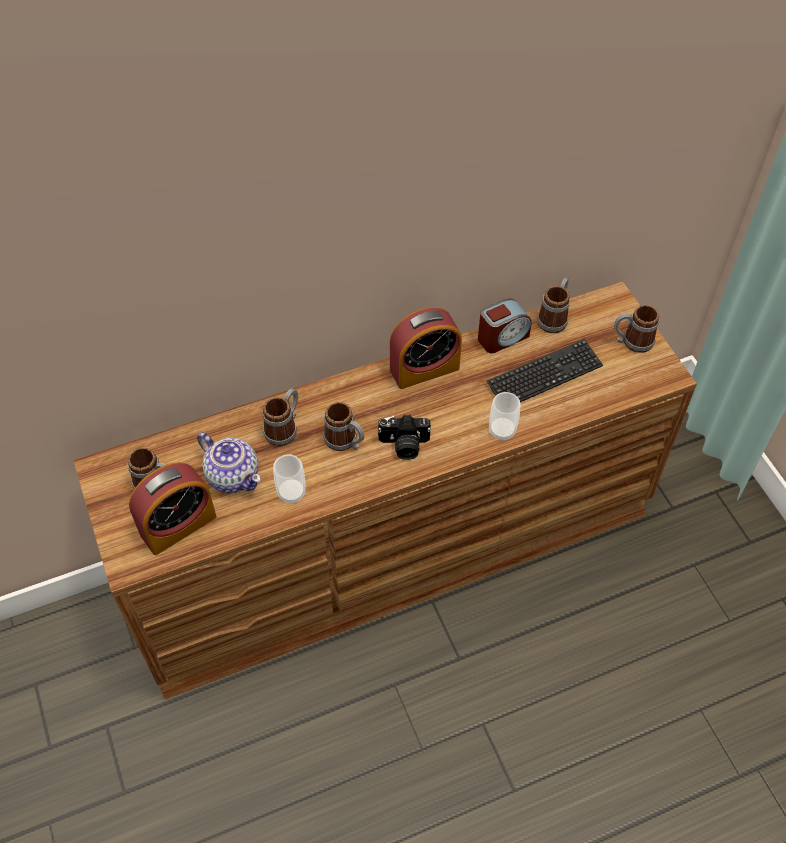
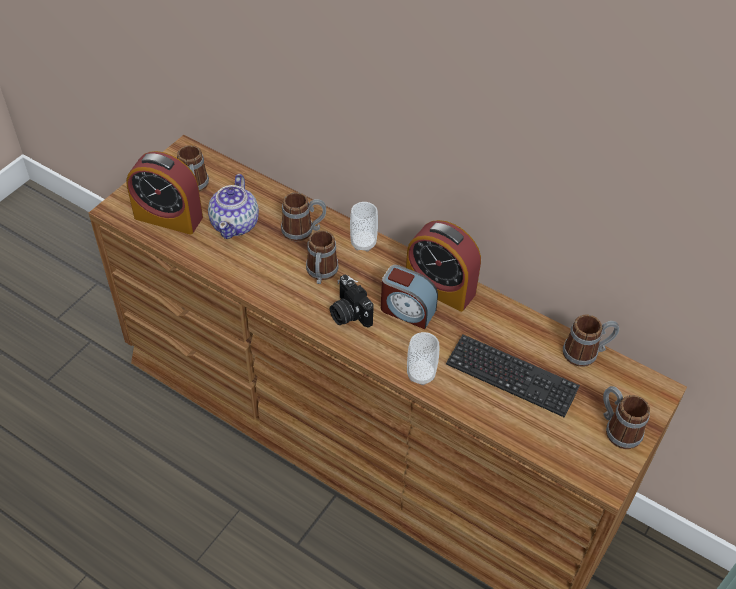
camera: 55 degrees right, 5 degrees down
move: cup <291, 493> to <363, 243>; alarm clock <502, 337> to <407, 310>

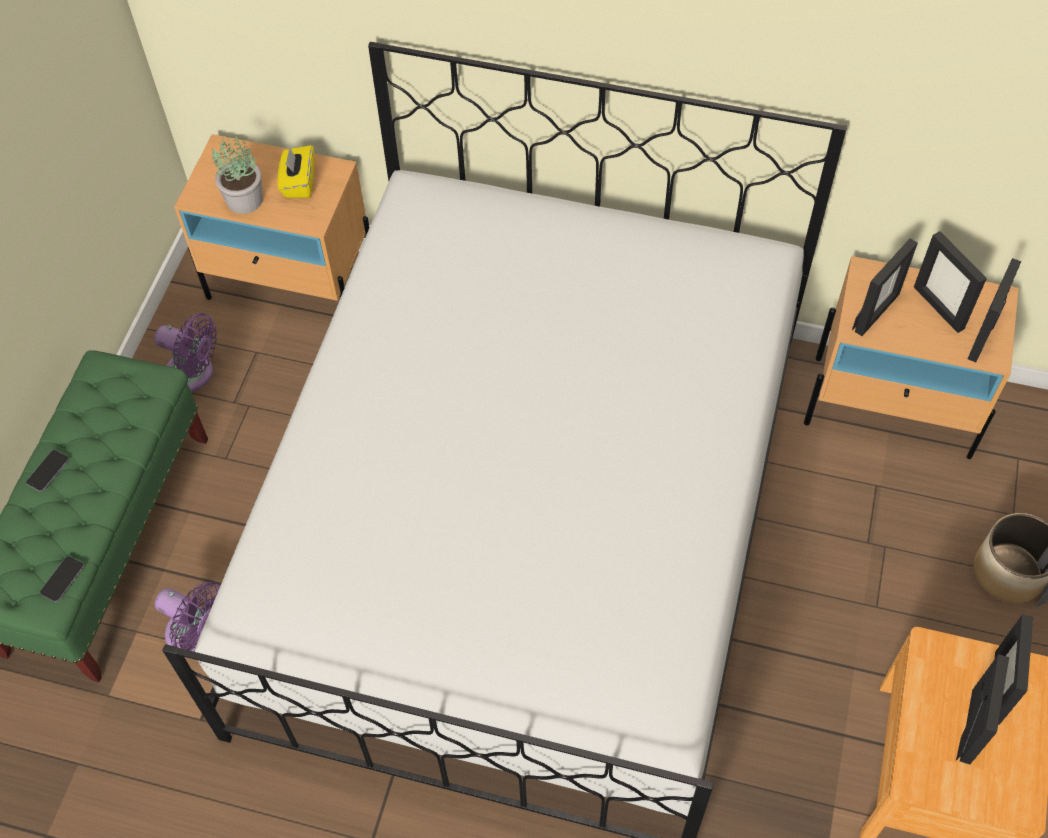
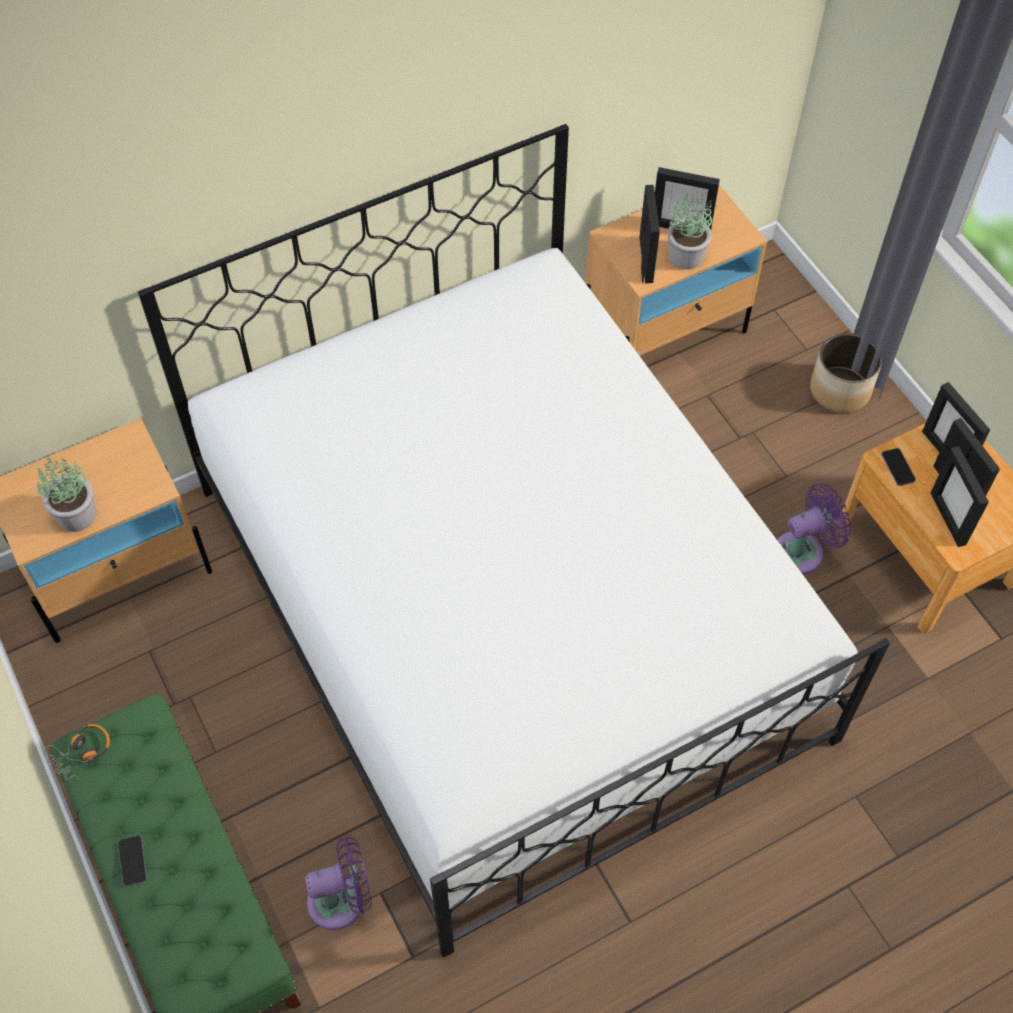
camera: 45 degrees left, 0 degrees up
delete: yellow tissue box <299, 183>
insert: headphones <81, 753>; potted plant <686, 255>
move: purple fan <194, 374> to <803, 551>; phone <62, 579> to <897, 468>; picture frame <984, 336> to <949, 518>

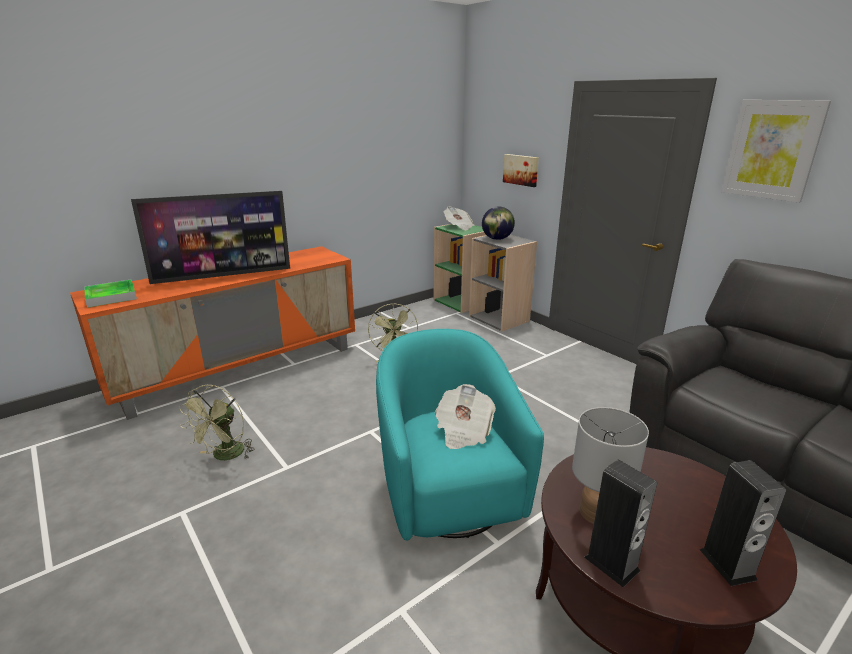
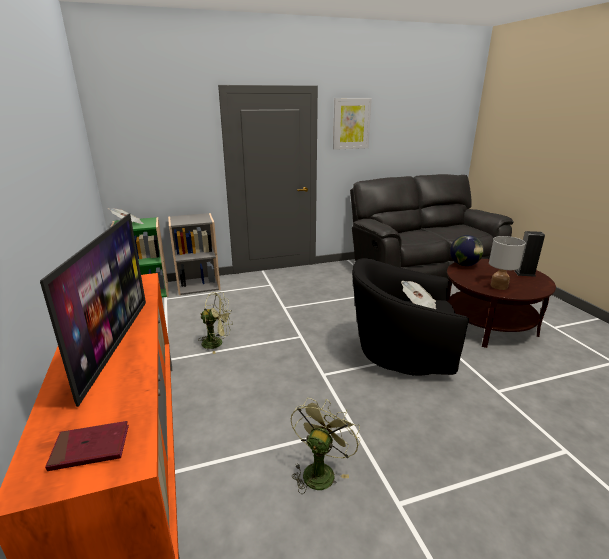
camera: 70 degrees left, 0 degrees up
delete: picture <521, 170>; speaker <611, 564>
move: globe <497, 239> to <464, 265>
replace: tray <111, 296> to red book <90, 448>
recolor: turquoise armchair <448, 489> to black armchair <401, 354>
rotate: green fan <225, 456> = <320, 470> 105 degrees counterclockwise

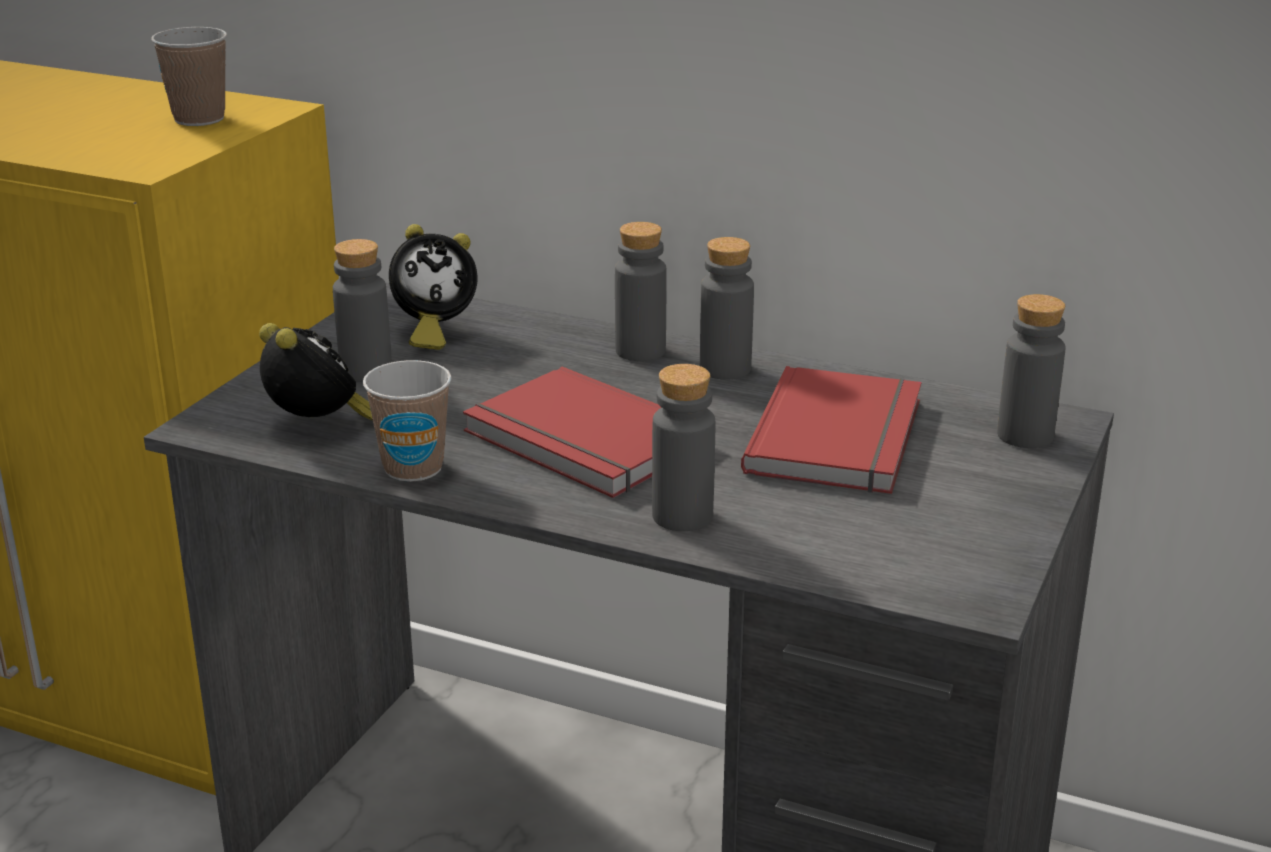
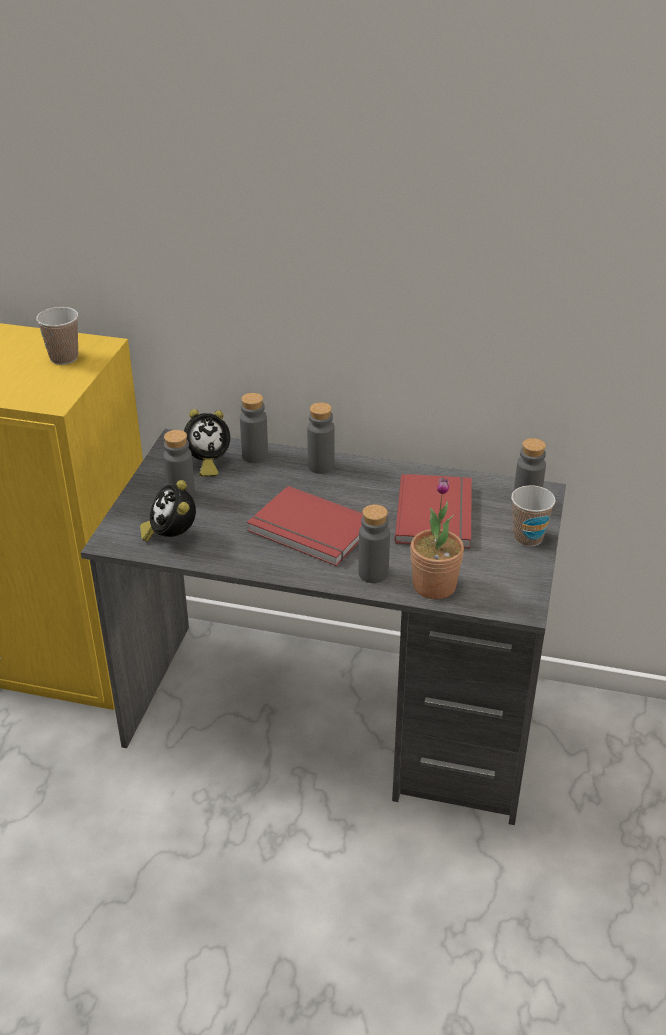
camera: 10 degrees left, 10 degrees up
insert: potted plant <434, 586>
move: grey bottle <725, 369> to <255, 456>; cup <413, 468> to <528, 538>
rotate: alarm clock <319, 428> = <171, 536> 150 degrees counterclockwise

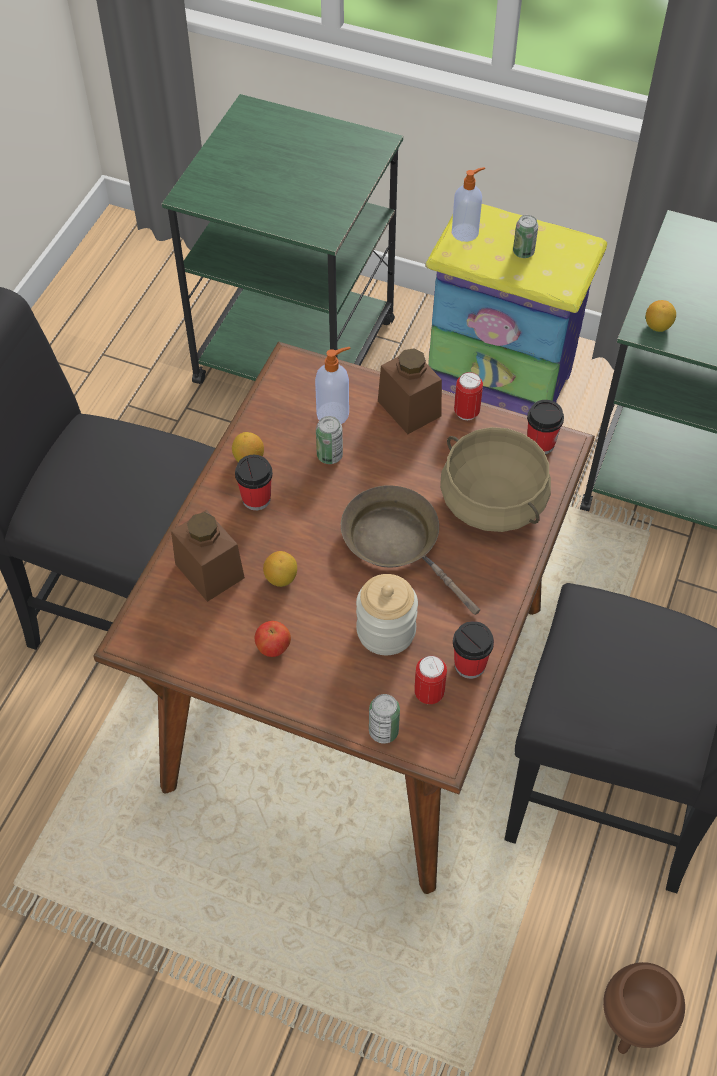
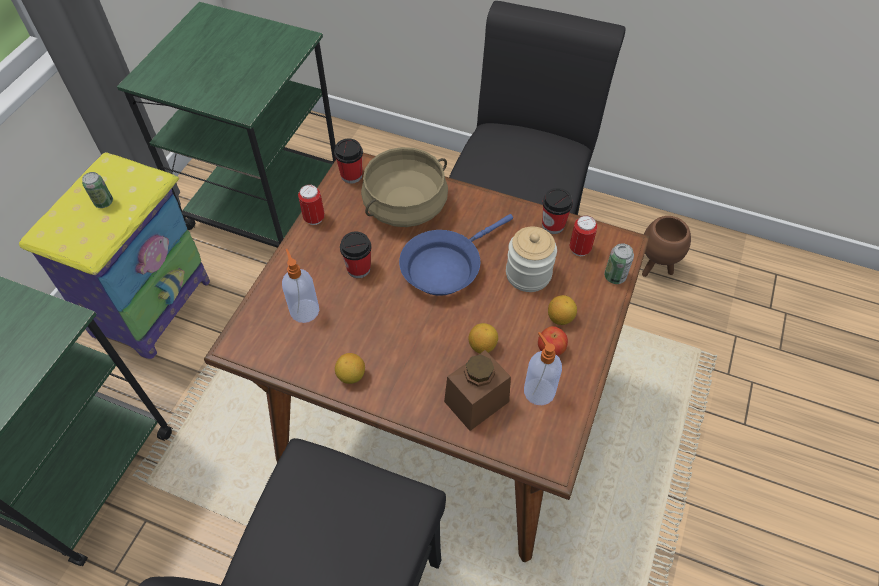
camera: 90 degrees left, 0 degrees up
delete: can <329, 455>; brown jar <409, 408>
move: cup <256, 499> to <358, 268>; soap dispenser <466, 232> to <538, 390>; lemon <658, 326> to <560, 318>
recolor: brown frying pan <397, 543> to blue frying pan <445, 266>

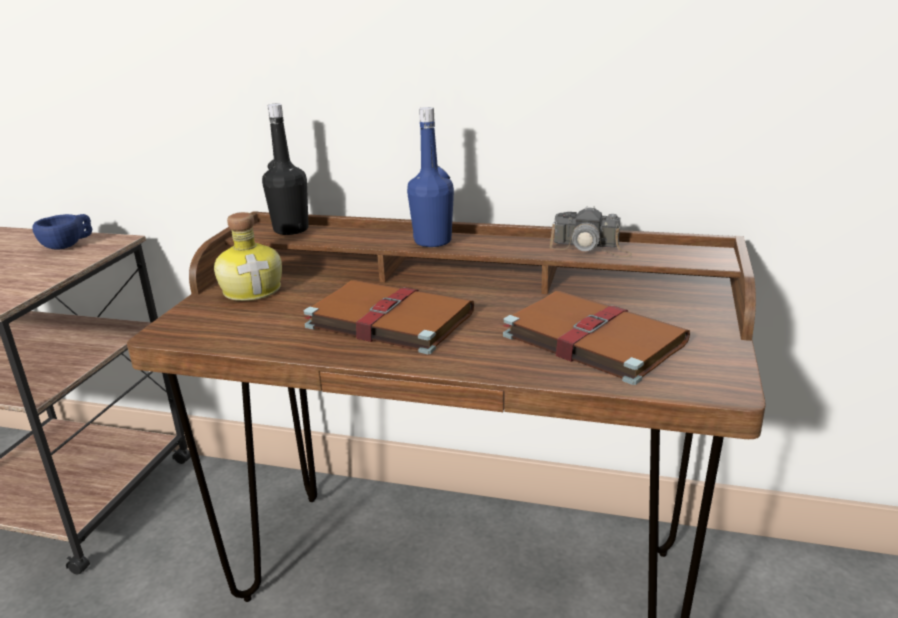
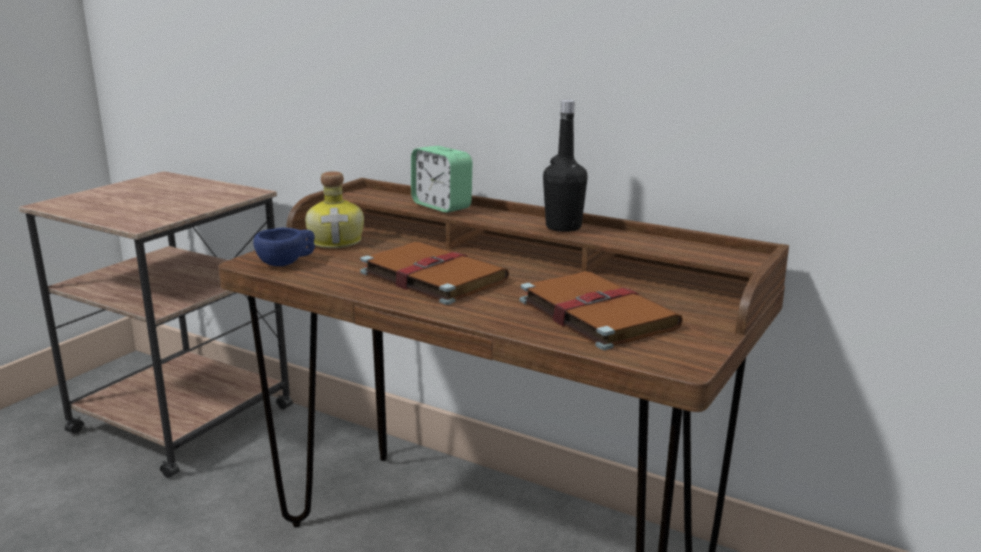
camera: 15 degrees right, 5 degrees down
delete: blue bottle <433, 241>; photo camera <590, 248>
insert: alarm clock <441, 206>
move: blue cup <69, 245> to <287, 263>; black bottle <291, 229> to <563, 227>

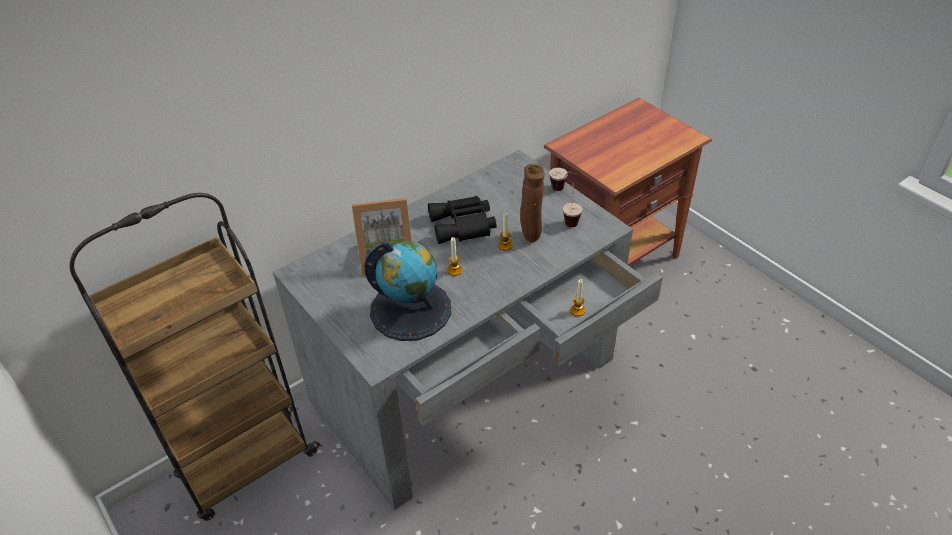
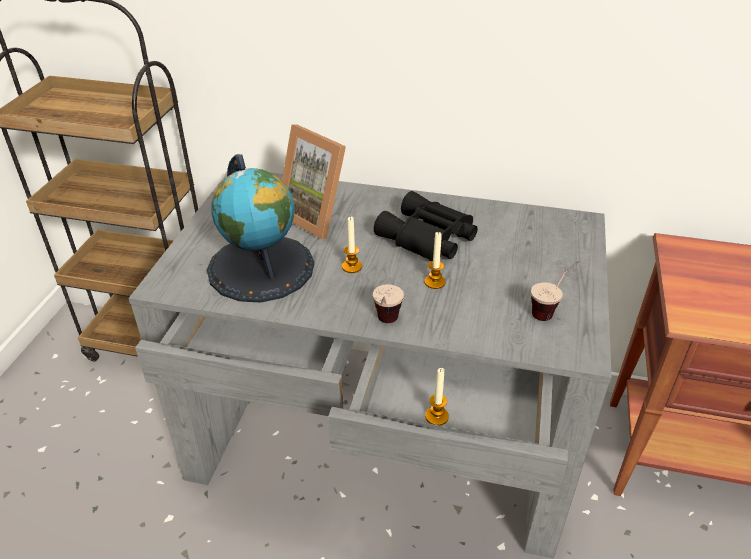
camera: 50 degrees right, 5 degrees down
delete: brown vase <530, 236>
move: cup <562, 191> to <385, 325>

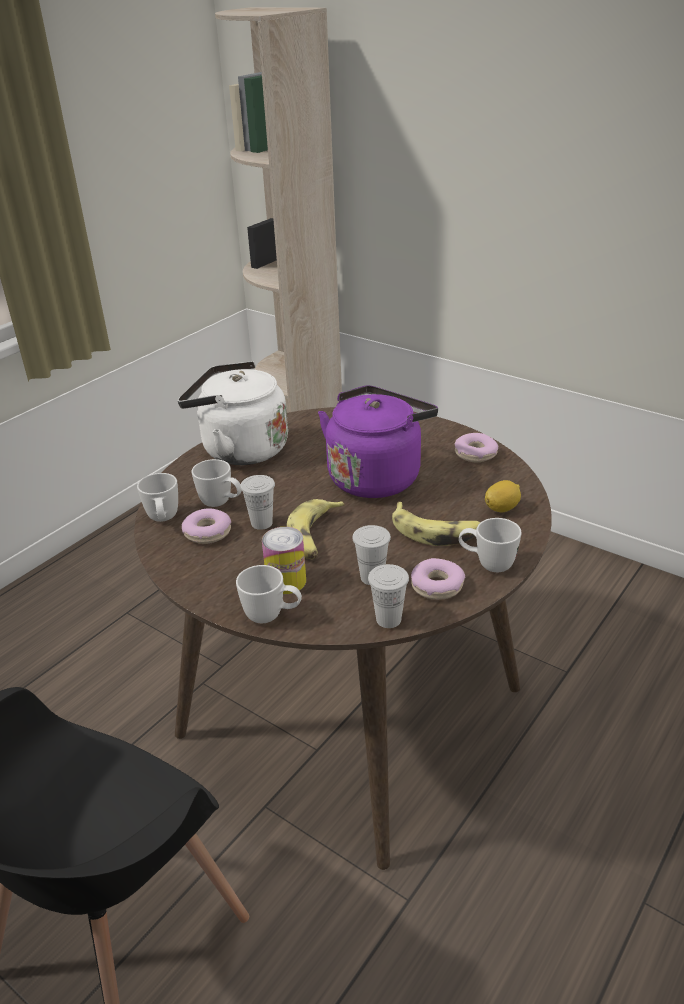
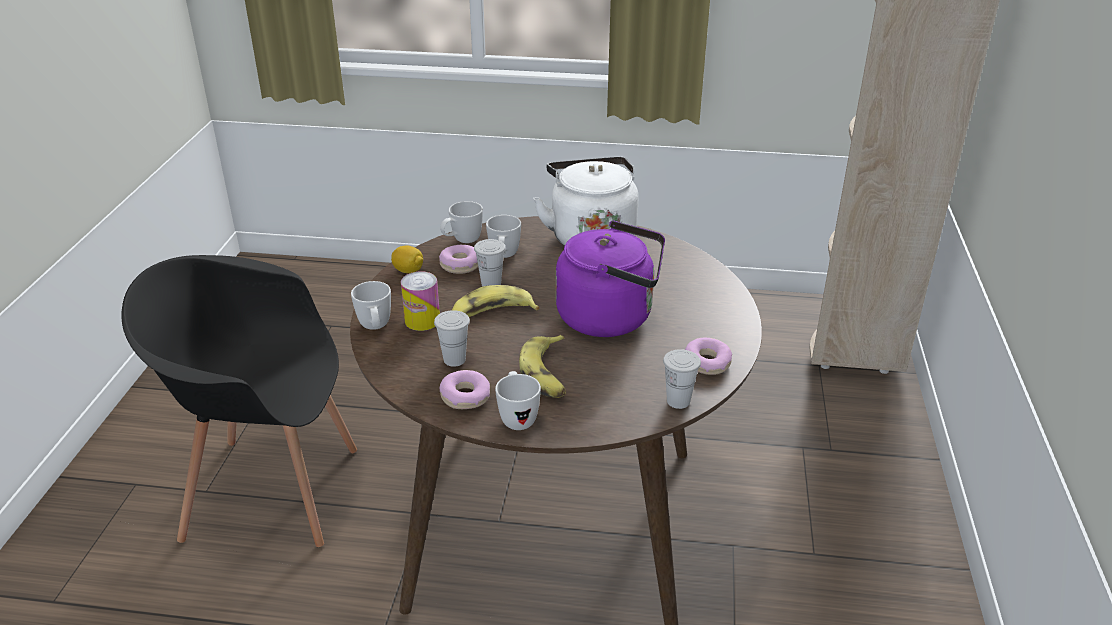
camera: 60 degrees right, 0 degrees up
move: lemon <502, 508> to <408, 270>; white cup <388, 619> to <678, 401>

